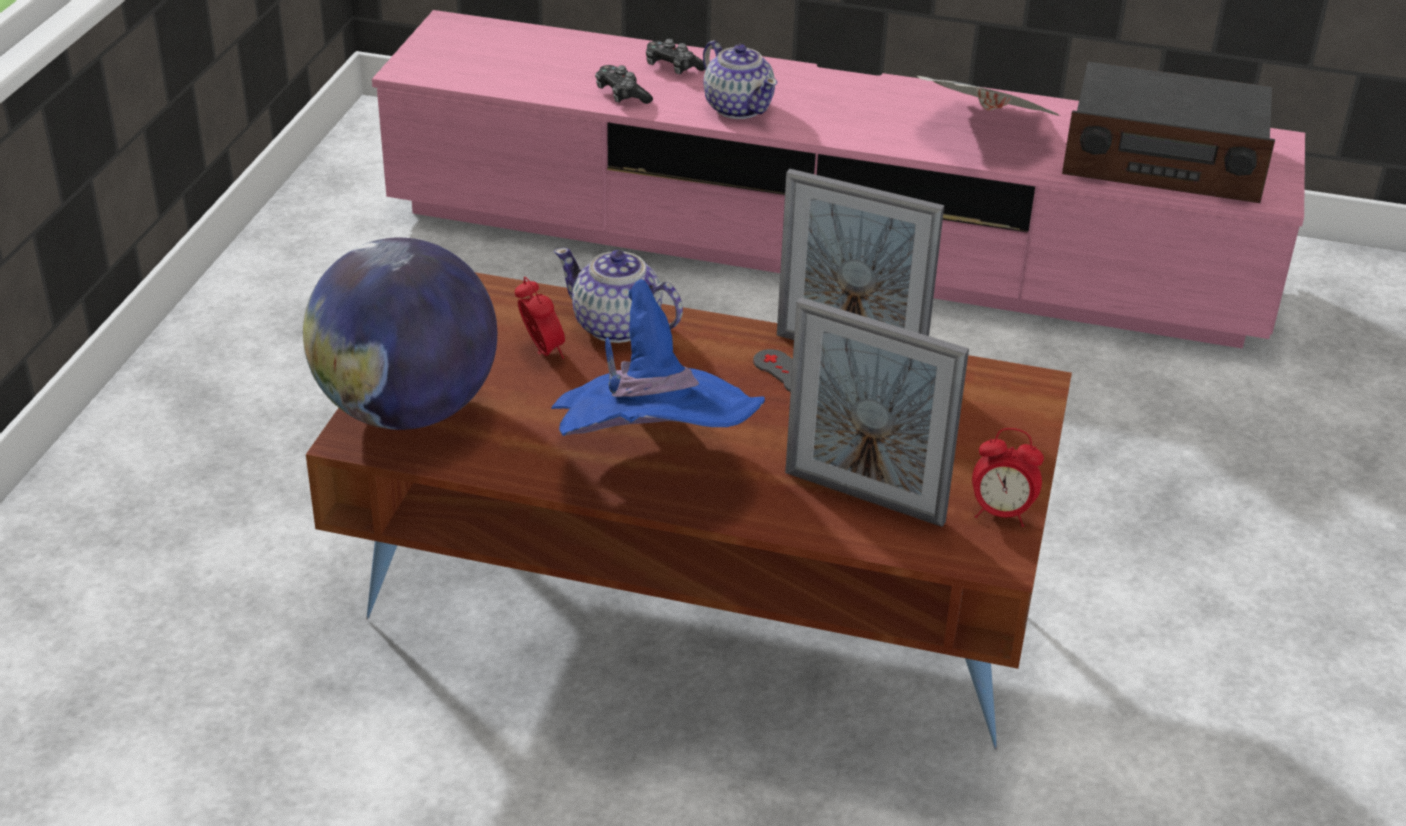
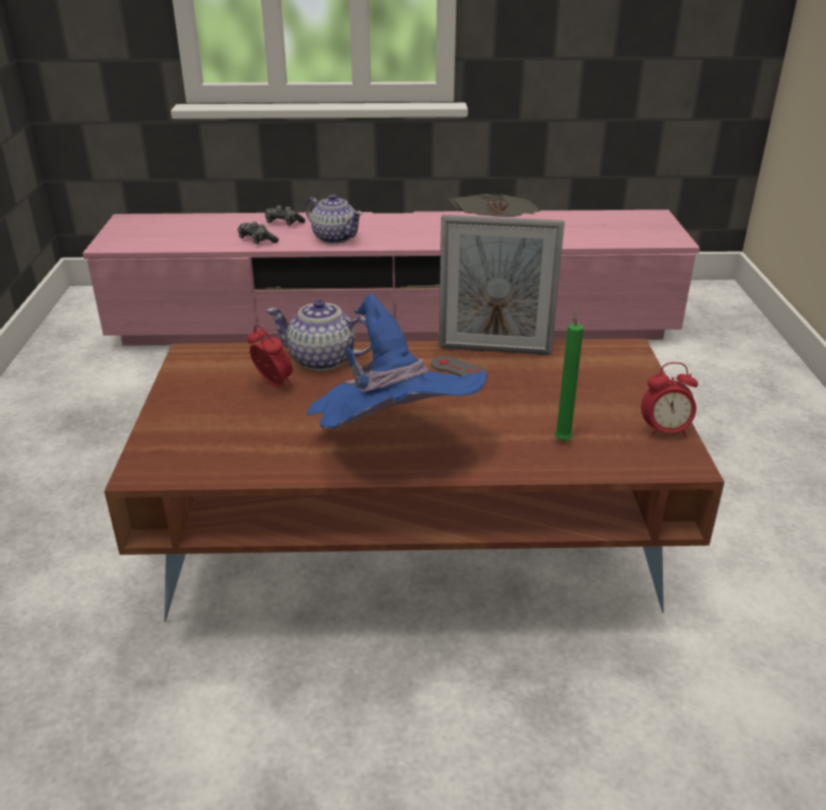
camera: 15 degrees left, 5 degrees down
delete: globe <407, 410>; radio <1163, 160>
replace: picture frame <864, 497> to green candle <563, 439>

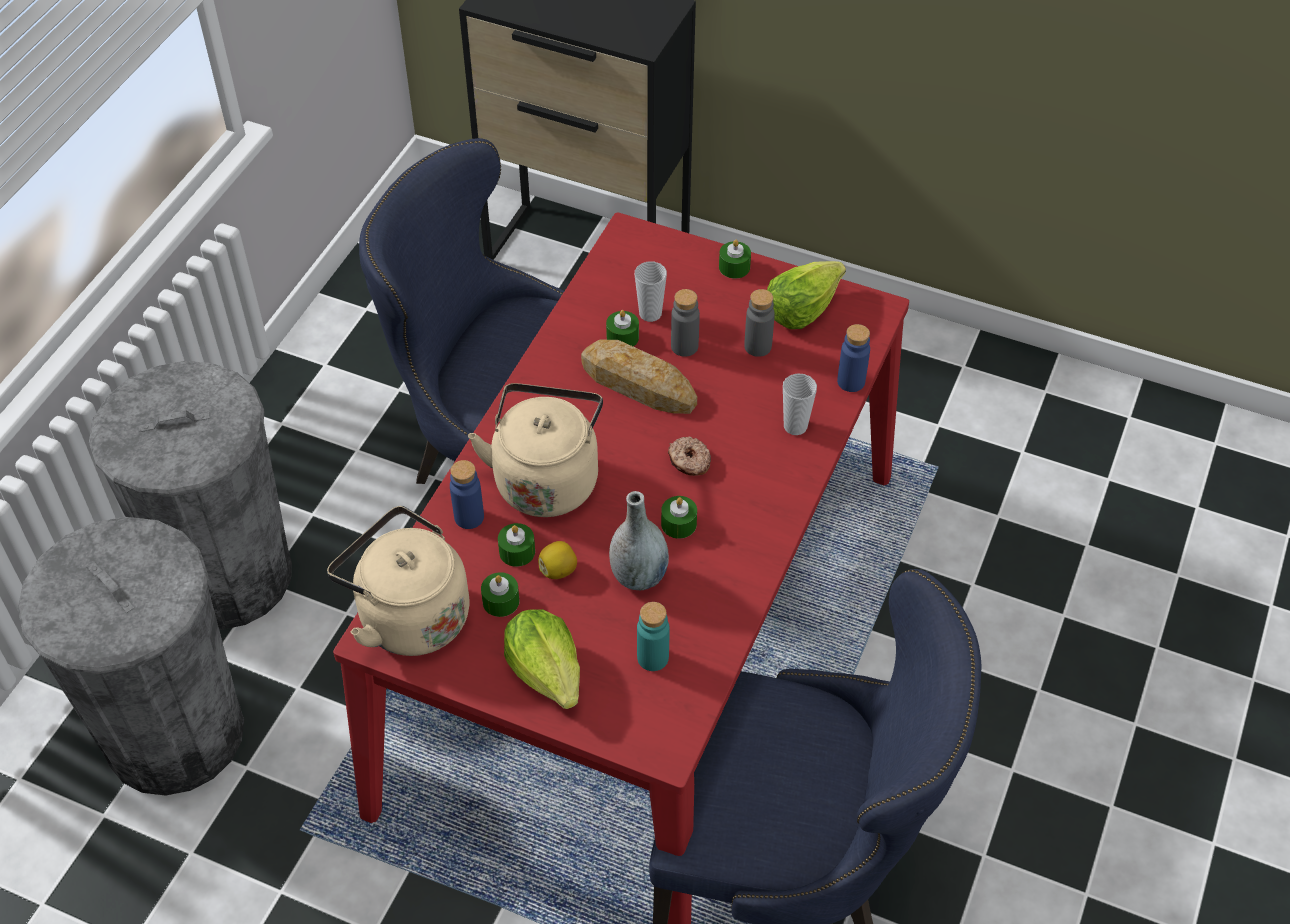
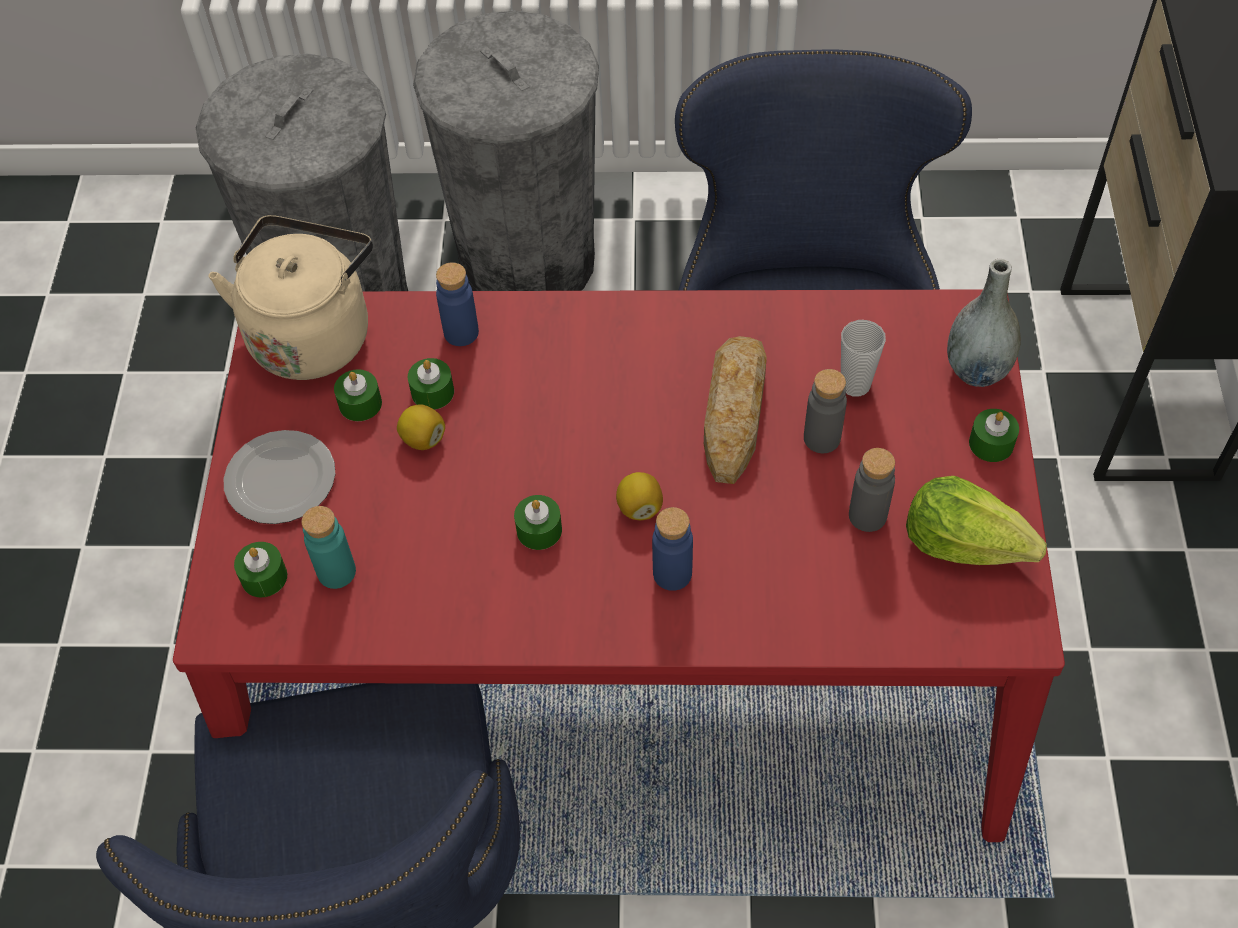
camera: 70 degrees right, 5 degrees up
delete: beige kettle <546, 478>; cup <795, 426>
move: green candle <622, 337> to <264, 577>; blue bottle <851, 381> to <672, 573>; grey vase <639, 577> to <976, 370>
replace: lettuce <547, 672> to plate <283, 480>; donut <689, 461> to lemon <639, 507>

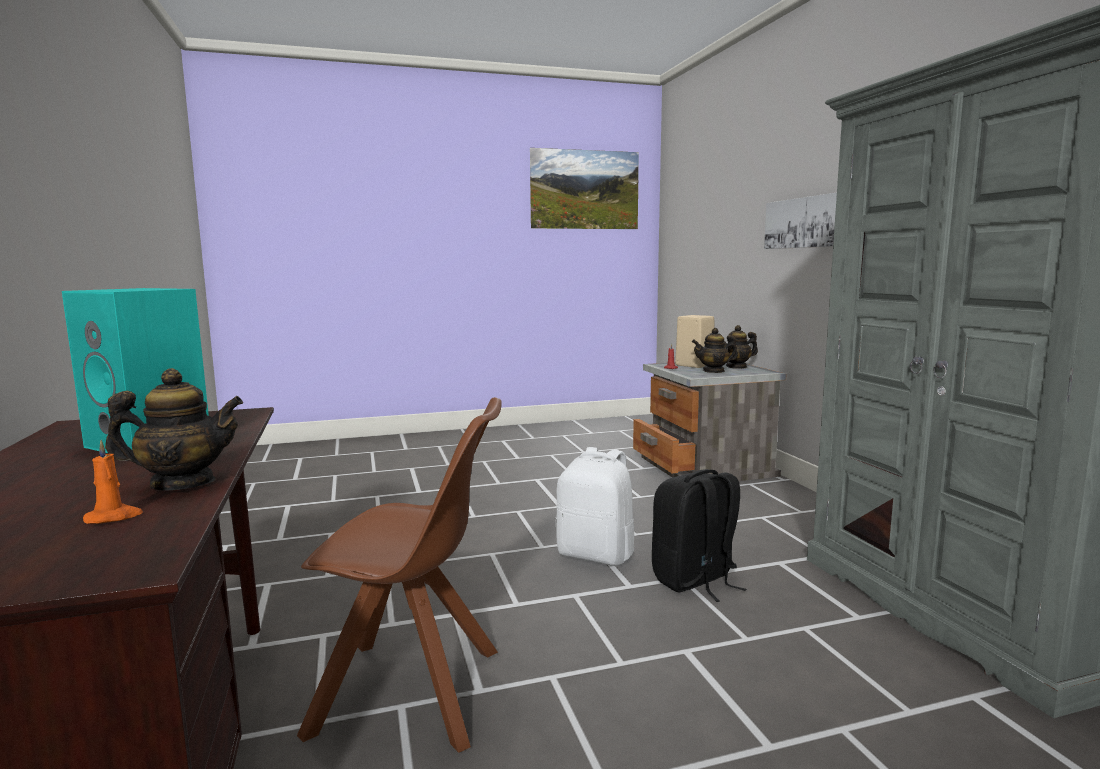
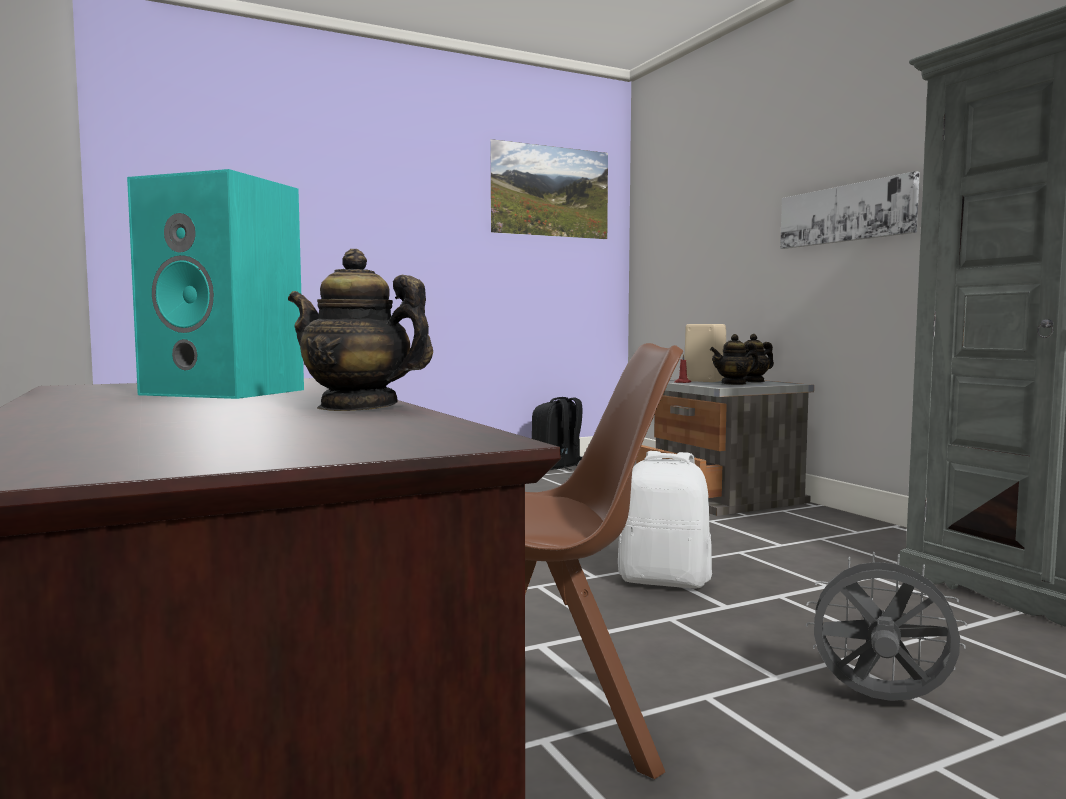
camera: 10 degrees left, 5 degrees down
delete: orange candle <114, 517>
insert: grey fan <880, 701>
move: black backpack <695, 581> to <558, 467>
rotate: teapot <183, 483> = <358, 407> 135 degrees counterclockwise

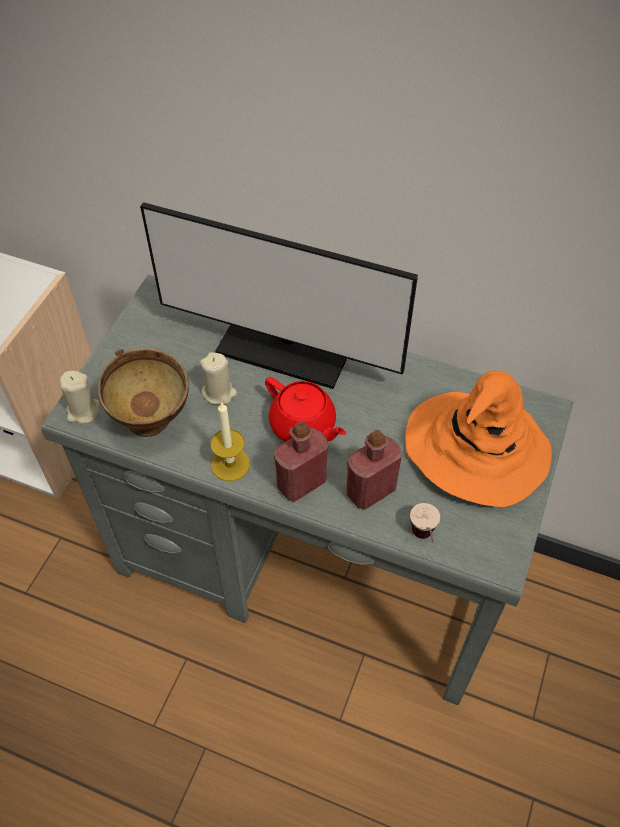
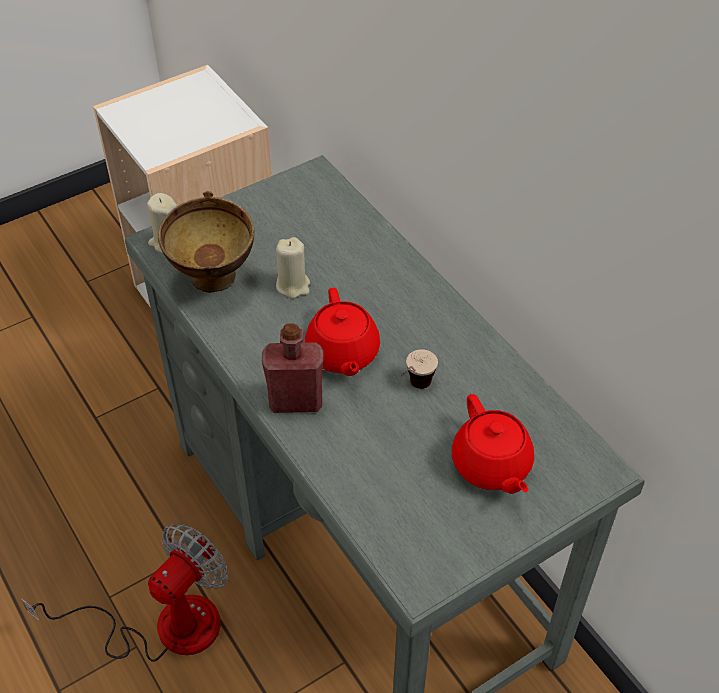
camera: 35 degrees right, 5 degrees down
delete: monitor <284, 350>; candle <230, 464>; red bottle <370, 491>
insert: fan <164, 626>
move: cup <423, 541> to <414, 389>
replace: orange hat <475, 449> to red teapot <491, 466>

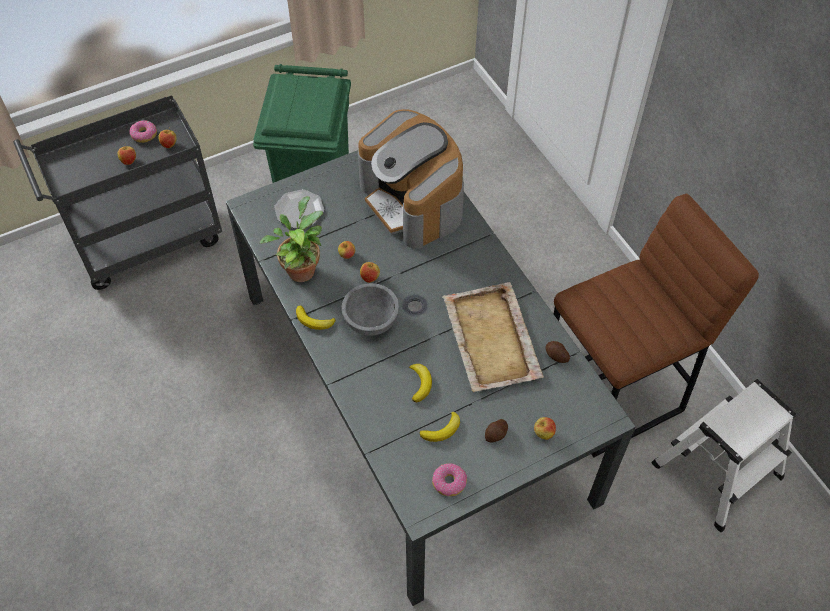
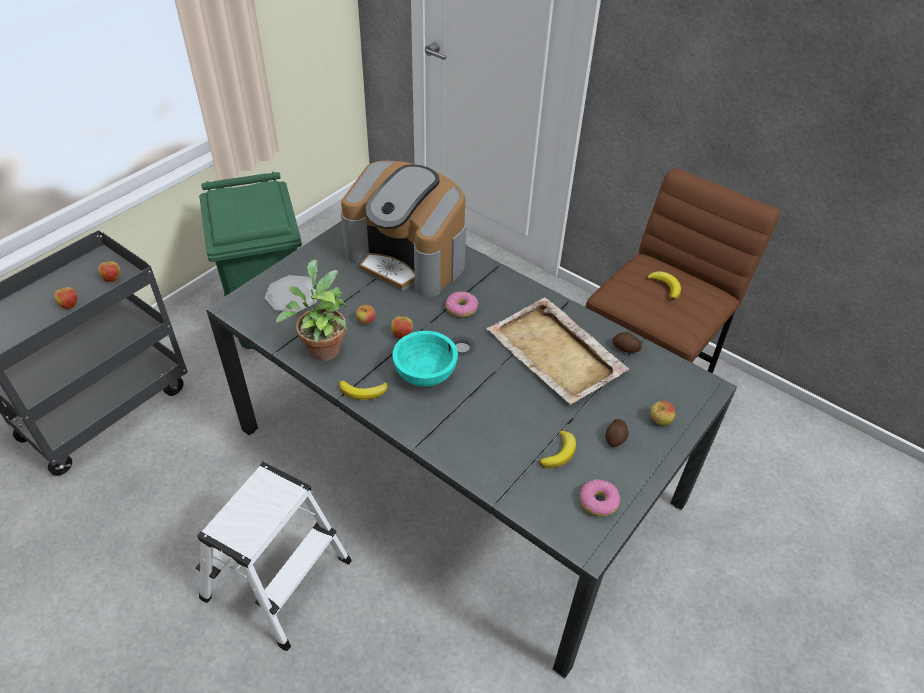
camera: 25 degrees left, 10 degrees down
move: white step ladder <717, 469> to <277, 578>; donut <144, 135> to <461, 309>; banana <420, 383> to <665, 286>
recolor: grey bowl <371, 321> to turquoise bowl <425, 374>

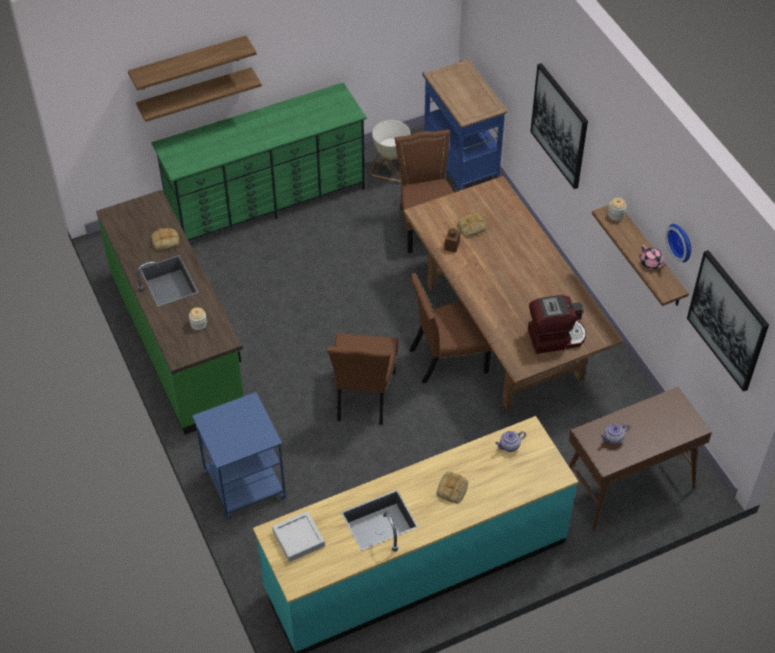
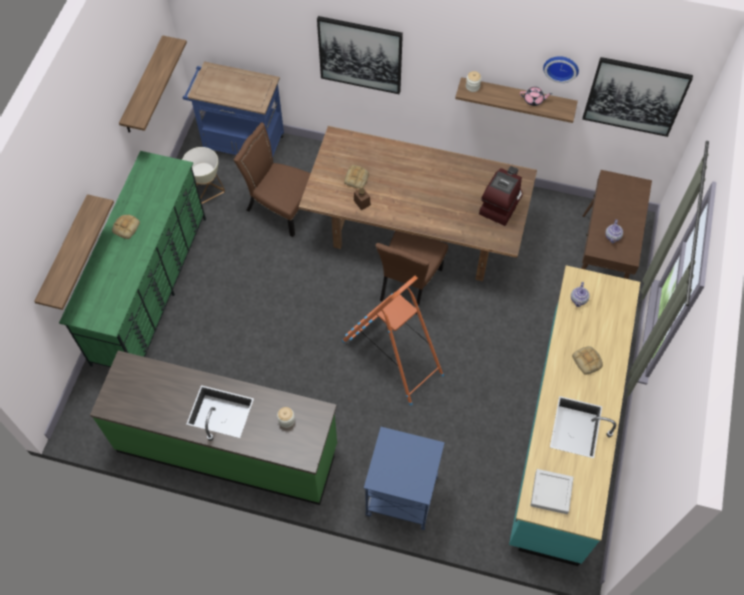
camera: 50 degrees left, 10 degrees up
move: bread <166, 240> to <126, 227>; shelf <189, 63> to <143, 86>
replace: brown chair <363, 394> to orange step ladder <391, 357>

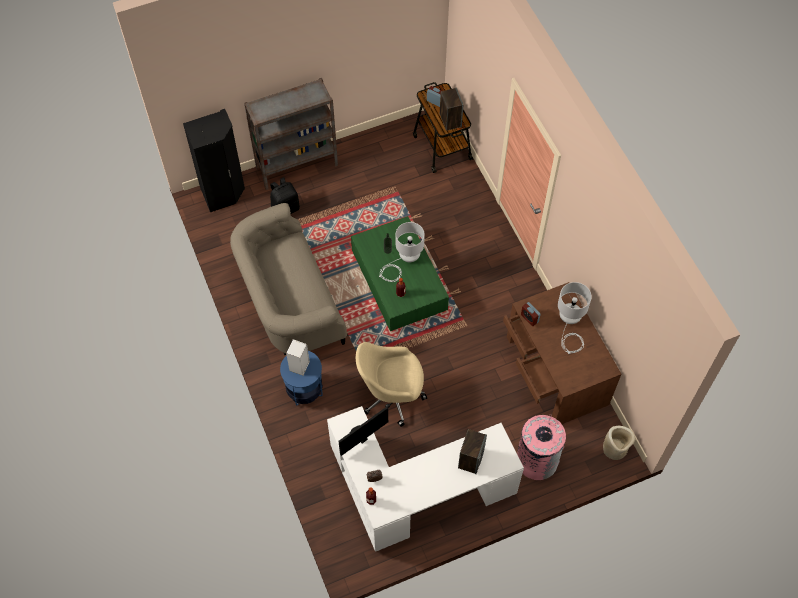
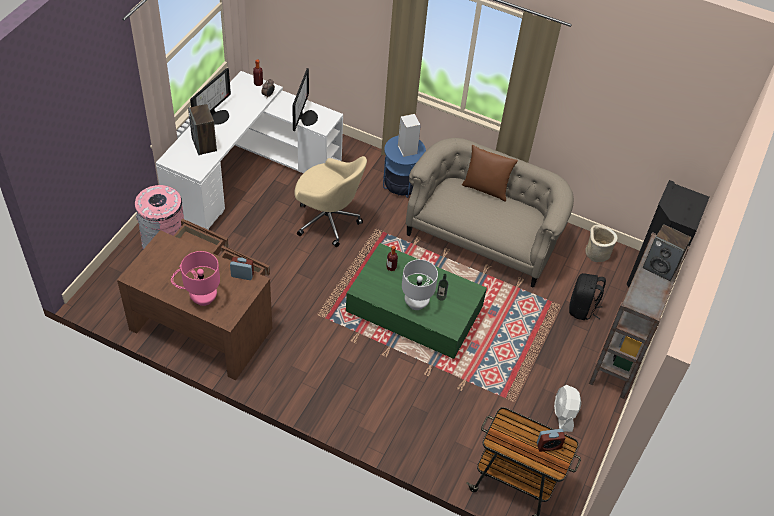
camera: 135 degrees right, 10 degrees down
insert: monitor <217, 116>; brown pillow <485, 189>; white fan <563, 414>
move: beige planter <615, 449> to <596, 253>; speaker <450, 120> to <660, 267>
recolor: white table lamp <570, 327> to pink table lamp <196, 290>
rotate: beige office chair <392, 397> = <328, 221> 75 degrees clockwise

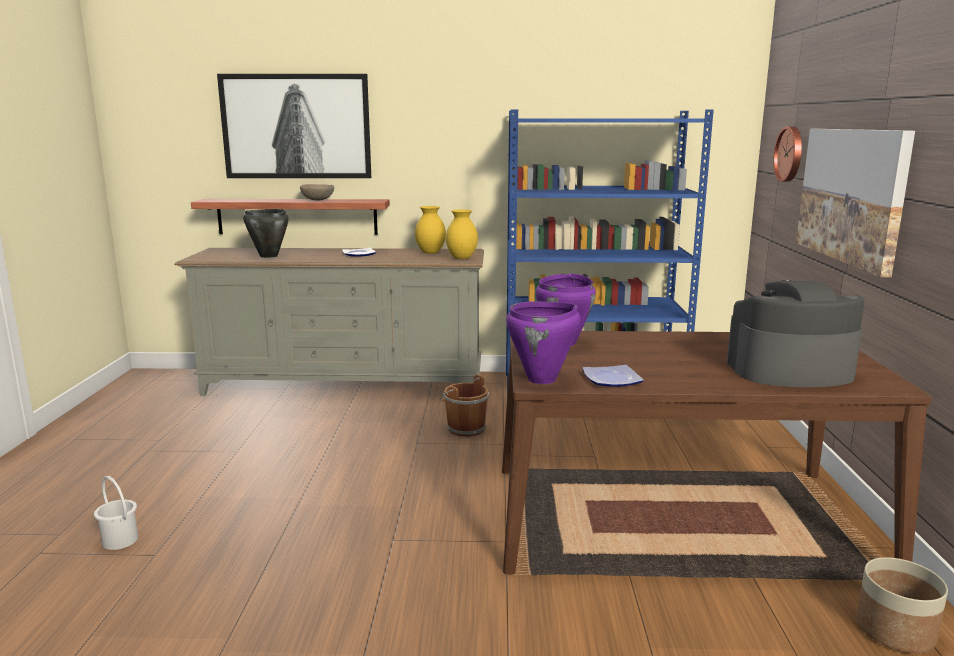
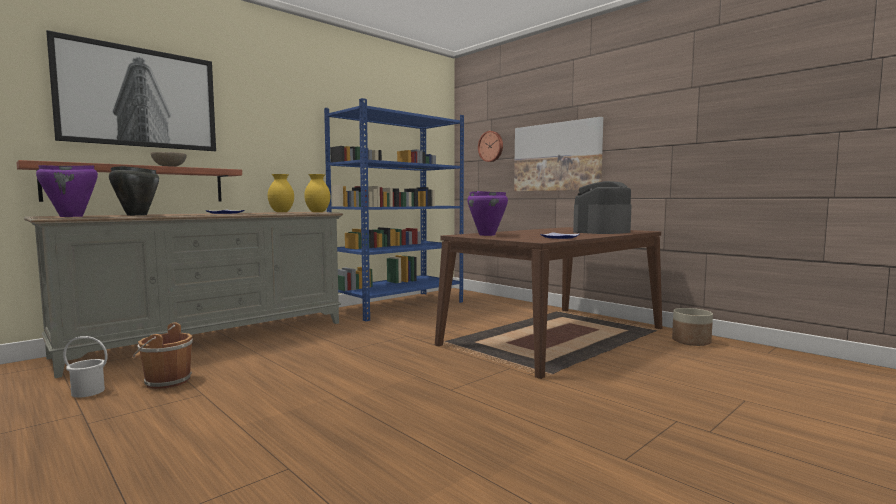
camera: 45 degrees left, 10 degrees down
move: purple cooking pot <542, 379> to <71, 216>; white bucket <119, 541> to <88, 392>; brown bucket <464, 428> to <165, 381>

